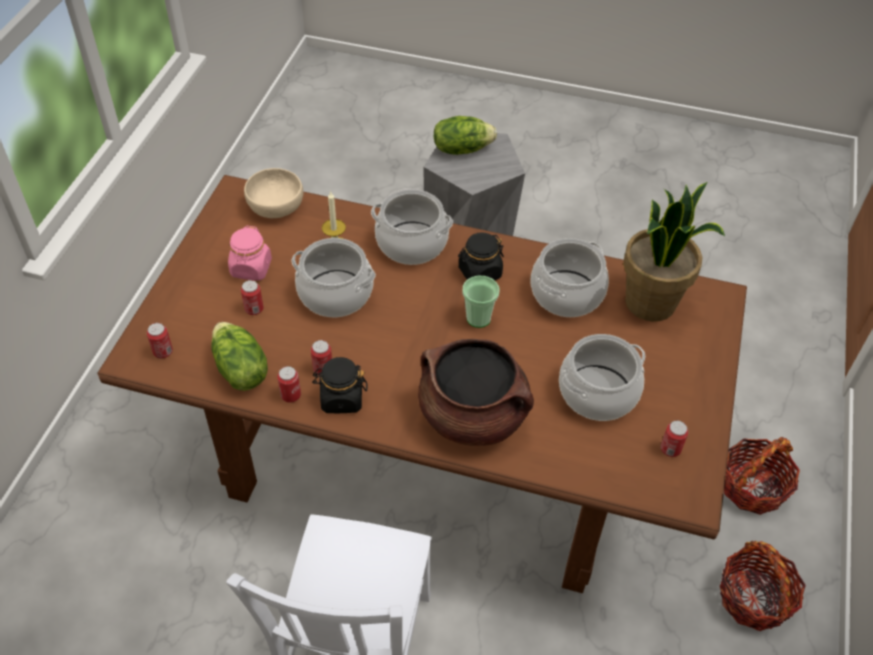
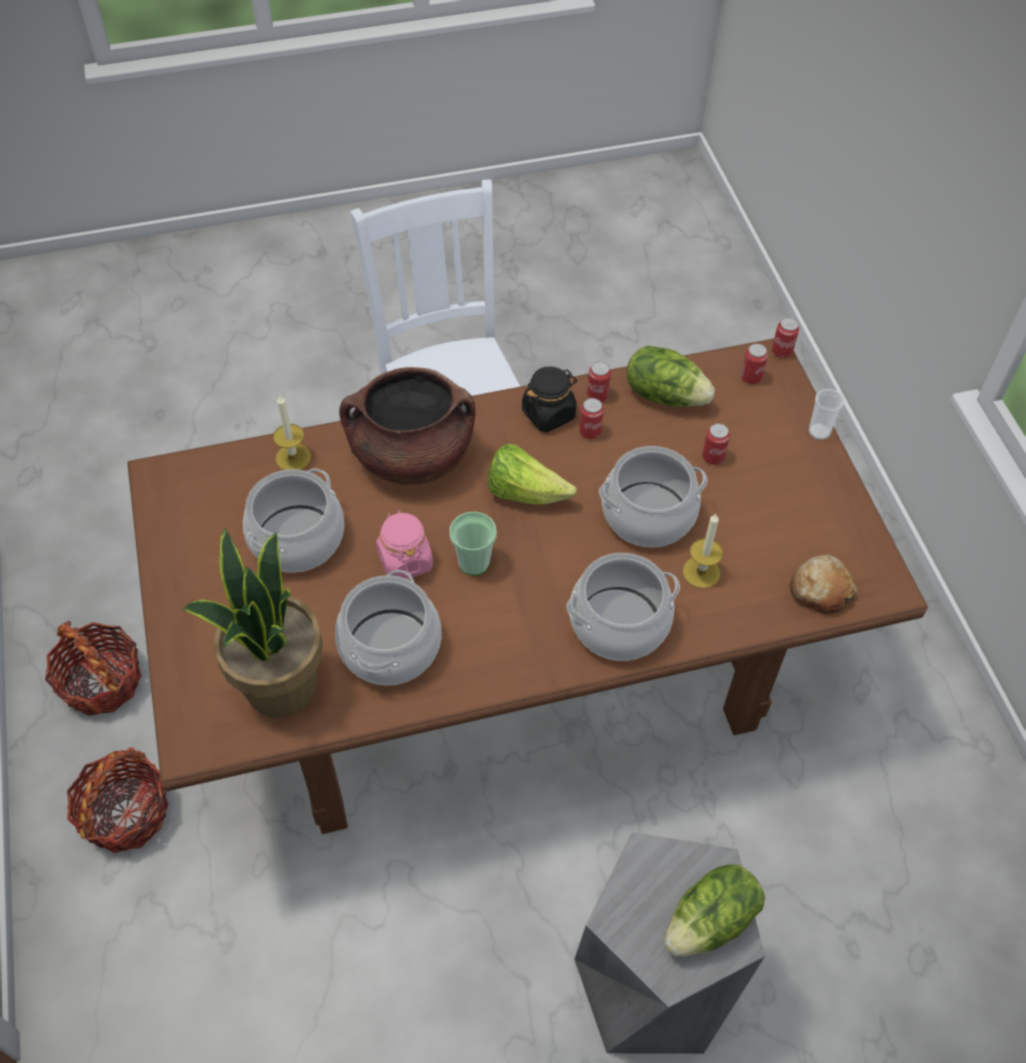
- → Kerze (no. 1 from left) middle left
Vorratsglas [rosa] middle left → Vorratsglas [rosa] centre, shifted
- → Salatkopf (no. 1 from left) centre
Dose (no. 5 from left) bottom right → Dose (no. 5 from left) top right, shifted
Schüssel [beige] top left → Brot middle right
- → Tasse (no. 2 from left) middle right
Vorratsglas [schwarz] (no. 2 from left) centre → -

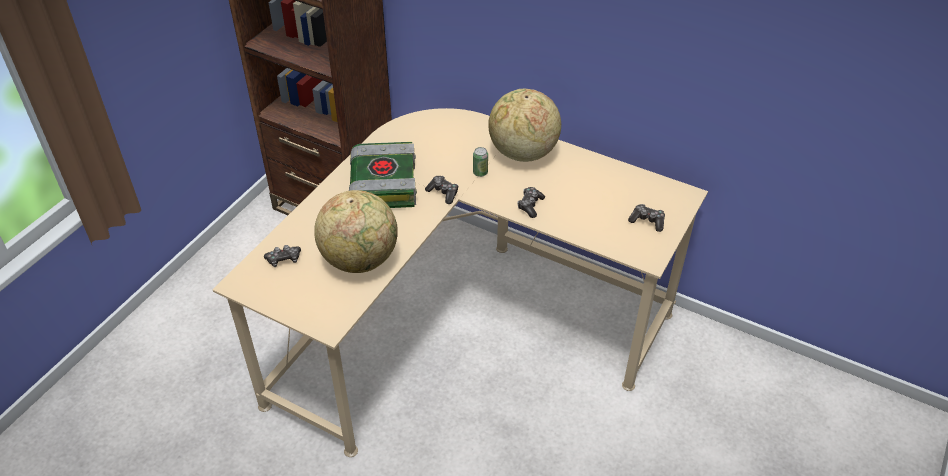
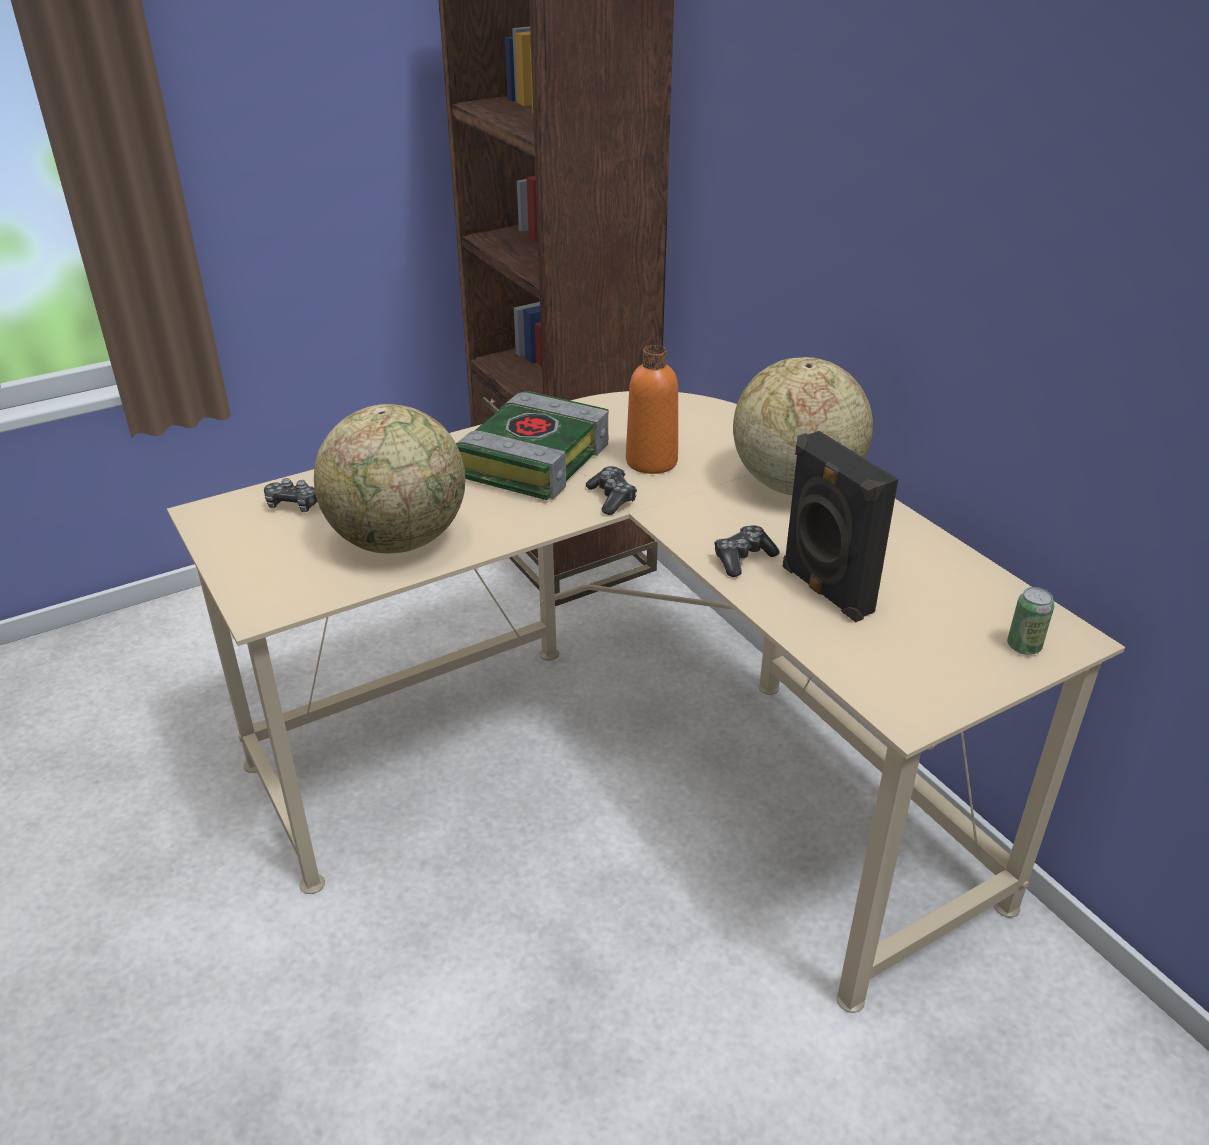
- → Flasche [orange] centre
- → Lautsprecher [schwarz] middle right
Dose centre → Dose middle right, shifted
Gamepad (no. 4 from left) middle right → -

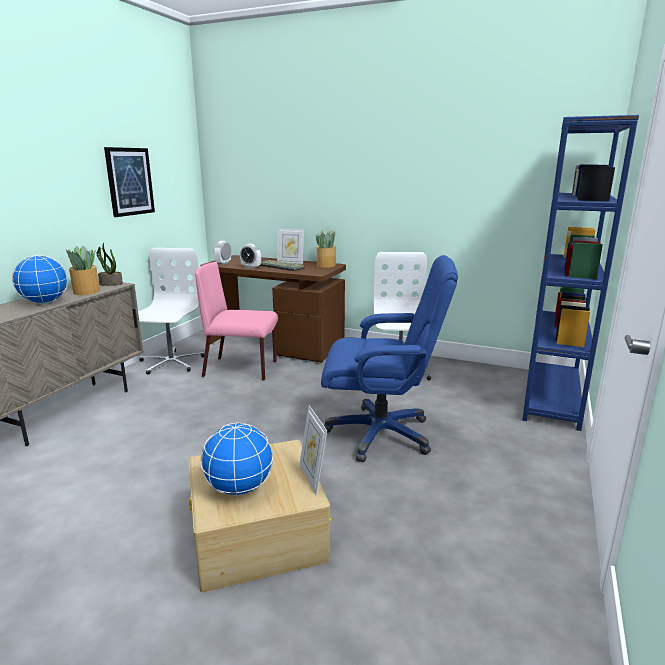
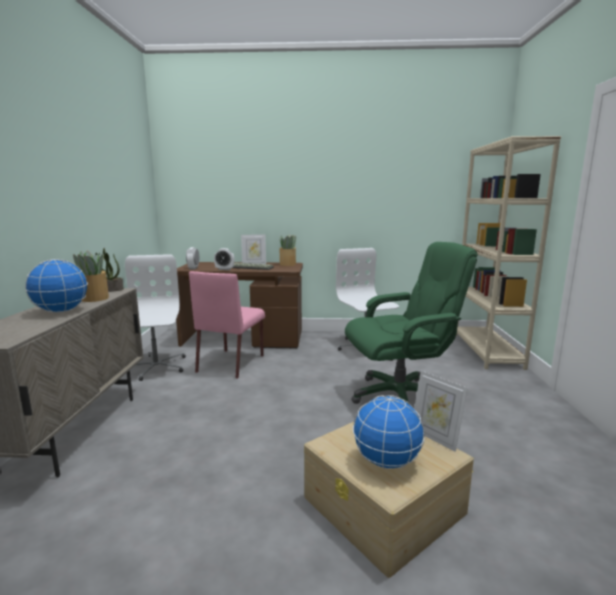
Stuhl [rosa] centre, 60 degrees counterclockwise
Bürostuhl [blau] centre → Bürostuhl [grün] middle right
Bücherregal [blau] middle right → Bücherregal [beige] middle right
Bild top left → -

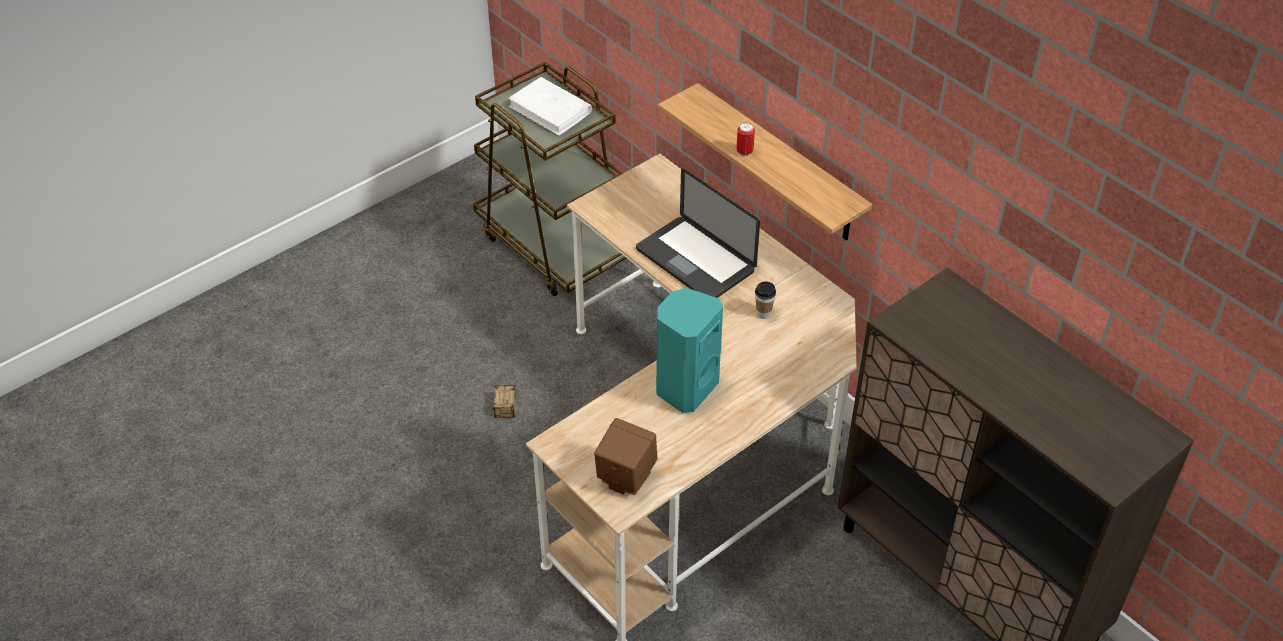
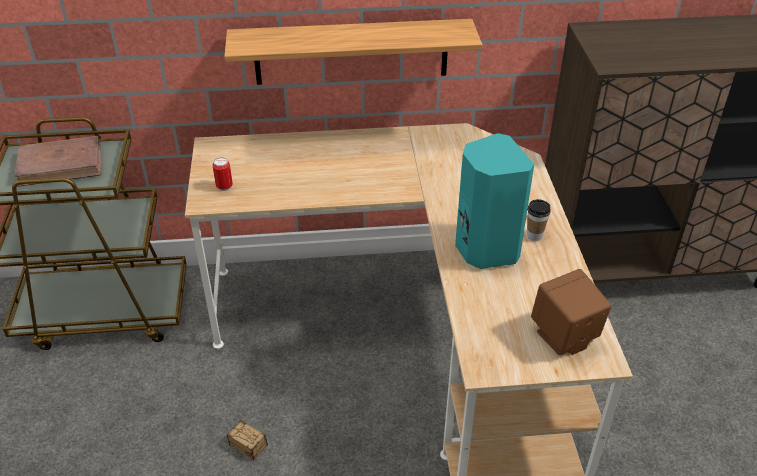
Buch [weiß] top centre → Buch [braun] middle left
Dose top centre → Dose middle left, shifted
Tasse centre → Tasse middle right, shifted
Laptop centre → -

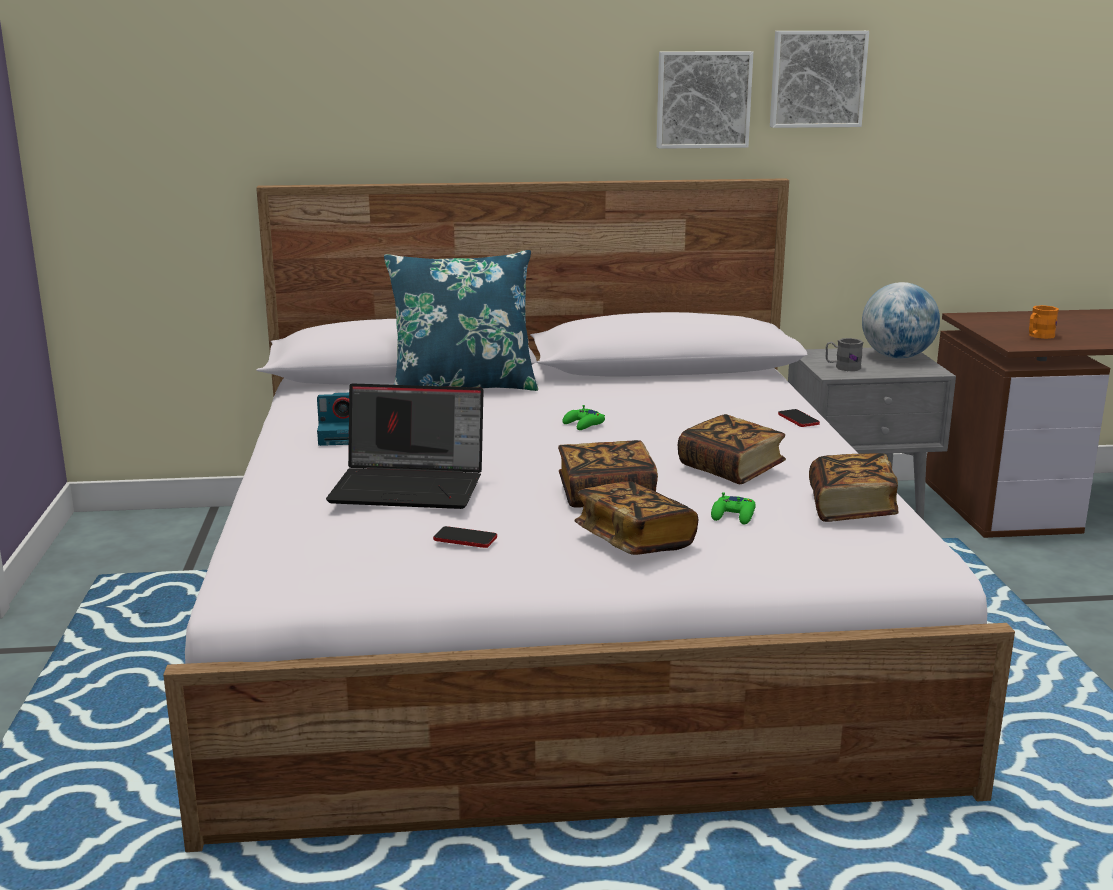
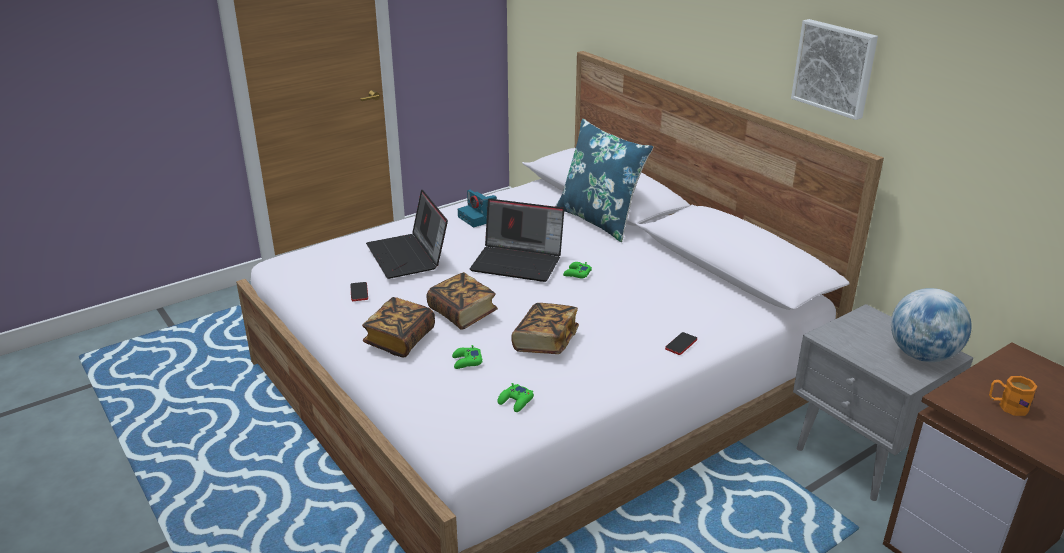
- → Laptop (no. 2 from left) centre
Buch (no. 4 from left) middle right → Gamepad [grün] (no. 2 from left) bottom centre
Bild (no. 2 from left) top right → -
Henkelbecher [grau] middle right → -

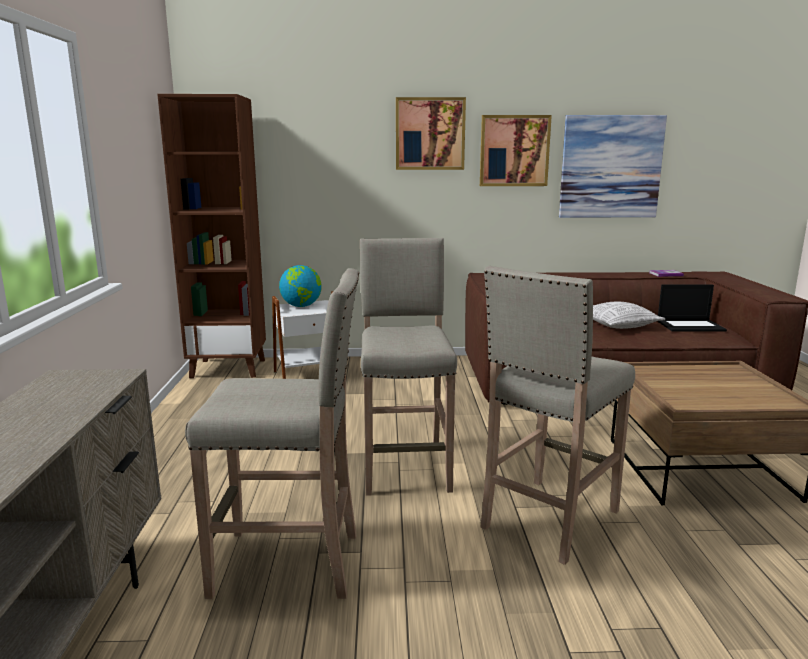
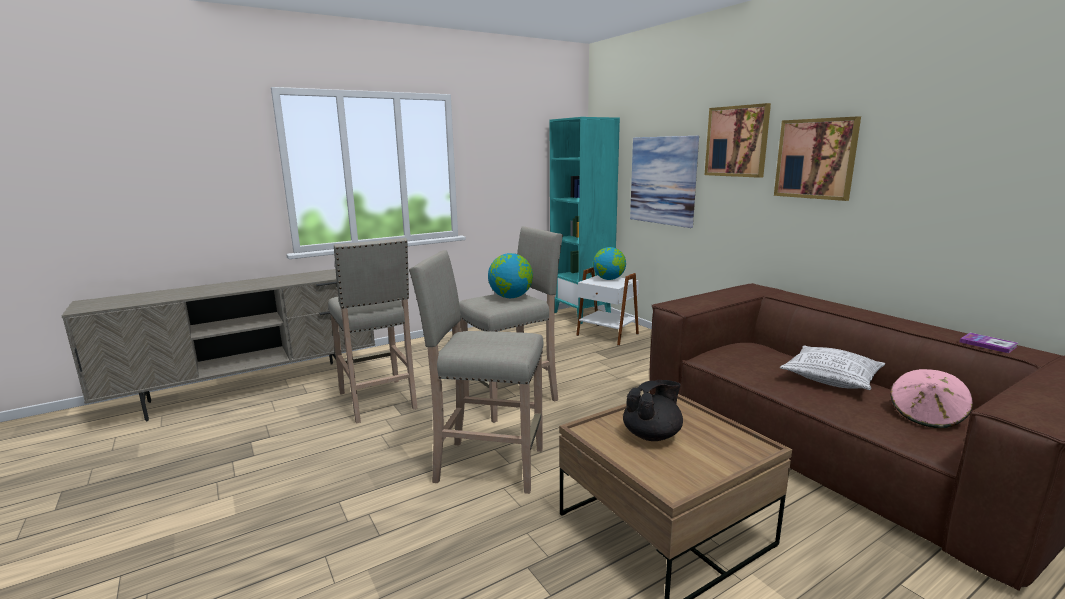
- → Globus (no. 1 from left) centre
Bücherregal [braun] middle left → Bücherregal [türkis] centre
- → Teekanne [schwarz] bottom centre
Bild (no. 3 from left in the first image) top right → Bild (no. 1 from left) top centre, shifted
Laptop middle right → Hut [rosa] middle right

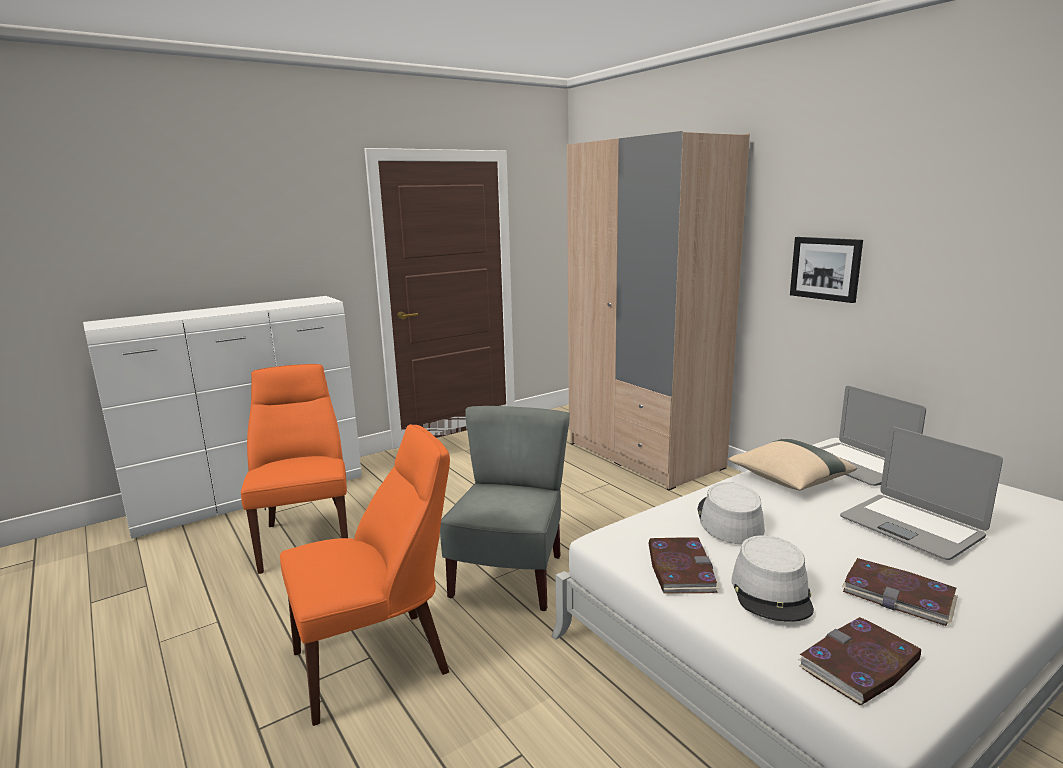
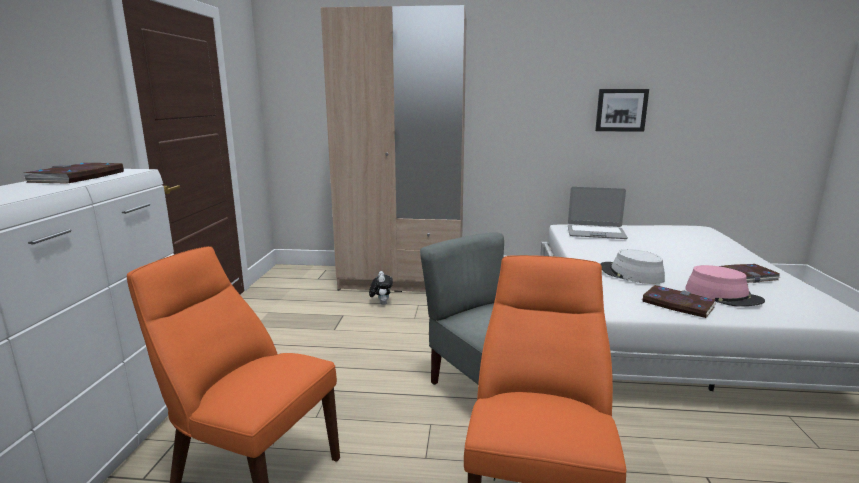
Buch (no. 2 from left in the first image) bottom right → Buch (no. 1 from left) middle left, shifted
- → Plüschtier centre
Bild middle right → Bild top right, shifted
Hut [grau] (no. 2 from left) bottom right → Hut [rosa] middle right
Kissen [beige] middle right → -
Laptop (no. 2 from left) middle right → -

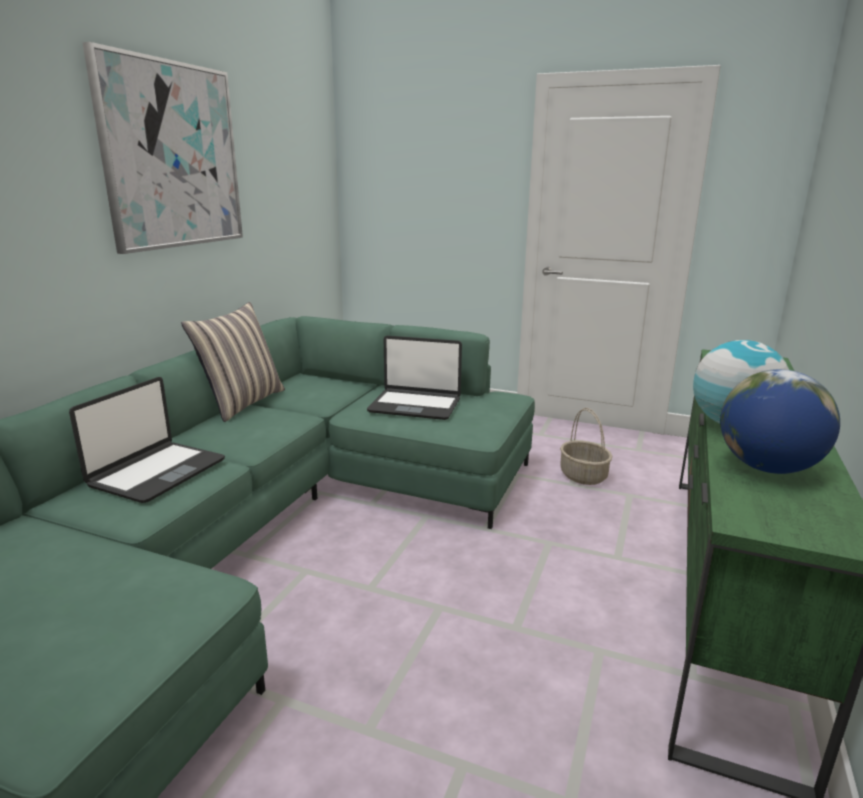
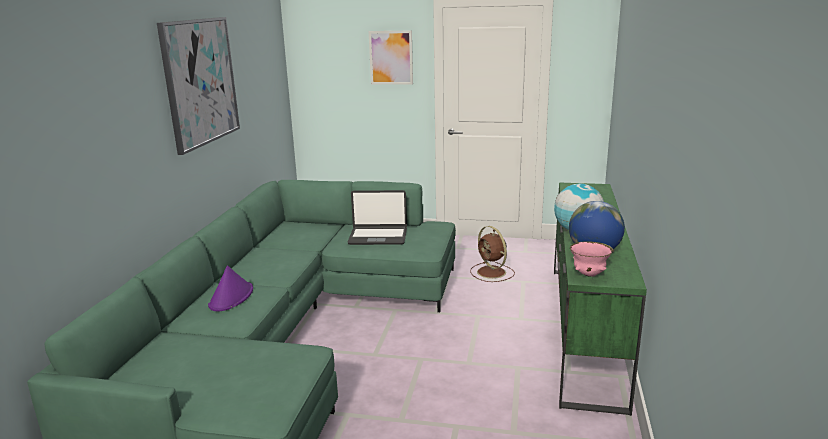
Laptop (no. 1 from left) middle left → Hut [lila] middle left
- → Bild (no. 2 from left) top centre
Korb middle right → Ventilator [braun] centre
- → Schüssel [rosa] middle right
Kissen middle left → -

